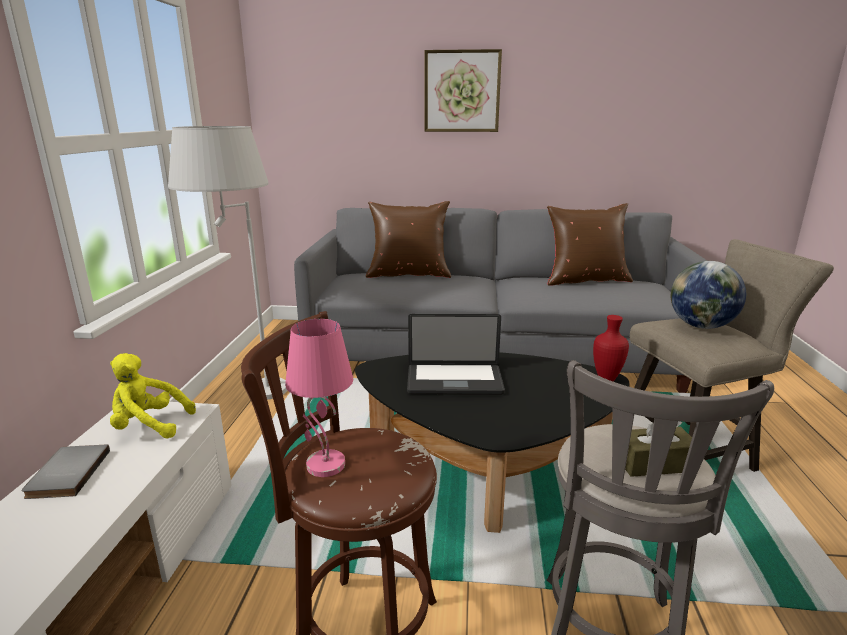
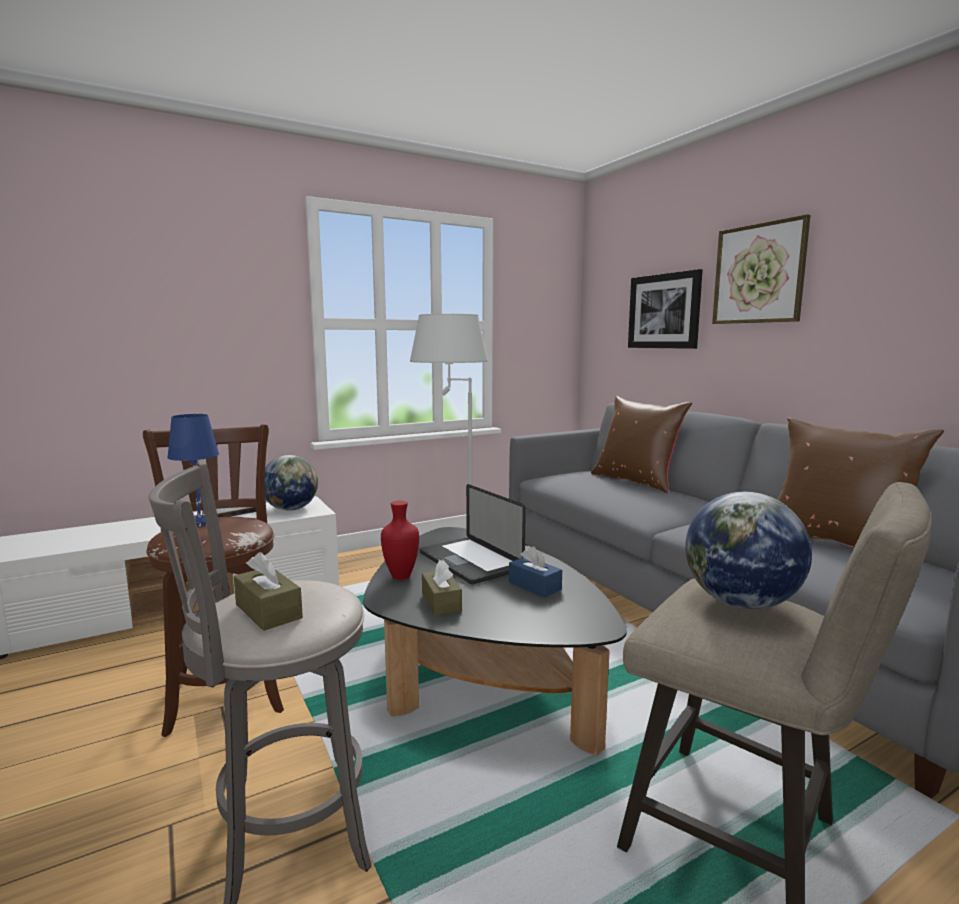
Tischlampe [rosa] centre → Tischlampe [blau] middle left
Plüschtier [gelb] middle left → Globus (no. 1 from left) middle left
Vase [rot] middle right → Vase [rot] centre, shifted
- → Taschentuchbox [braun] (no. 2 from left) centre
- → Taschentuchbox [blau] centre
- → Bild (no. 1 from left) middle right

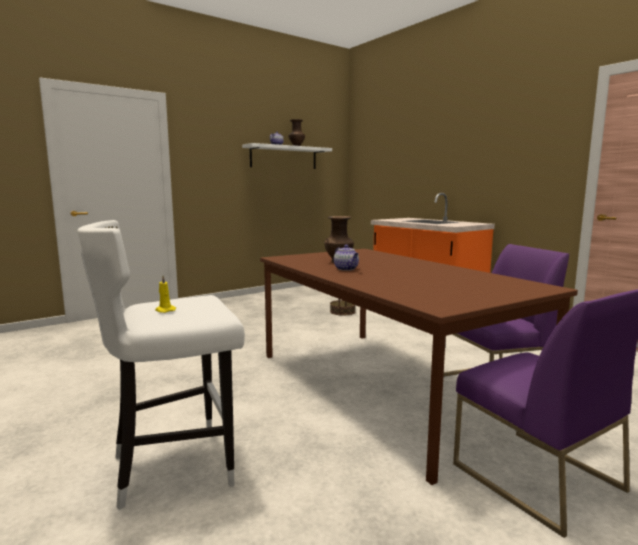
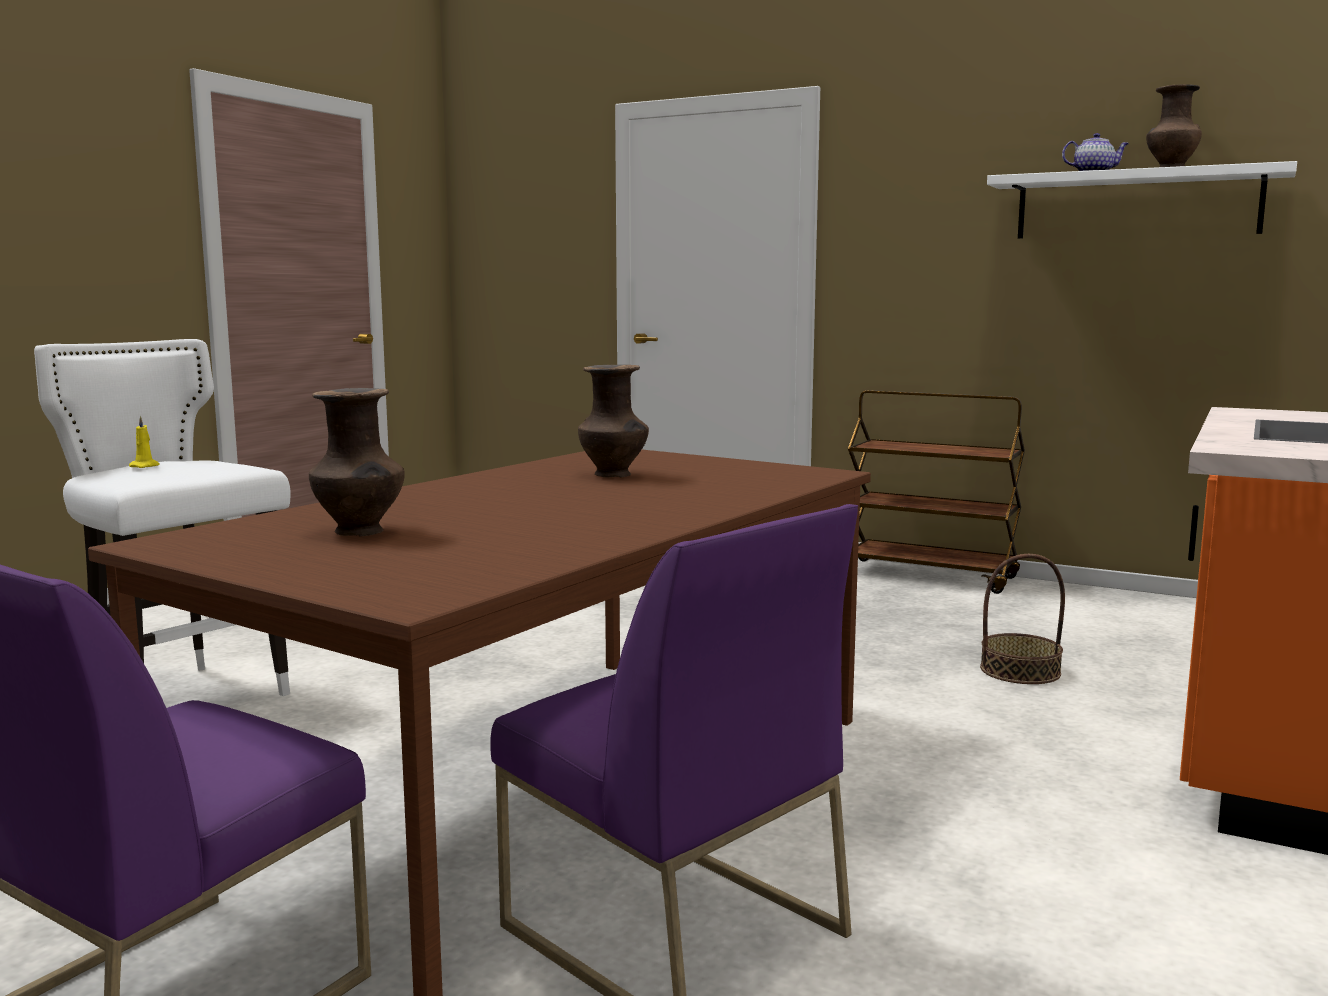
- → Vase [braun] (no. 1 from left) middle left
- → Rollwagen [braun] middle right
Teekanne (no. 2 from left) centre → -

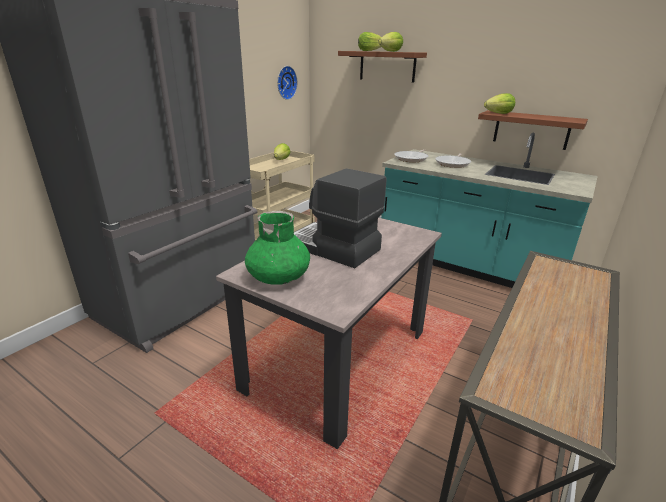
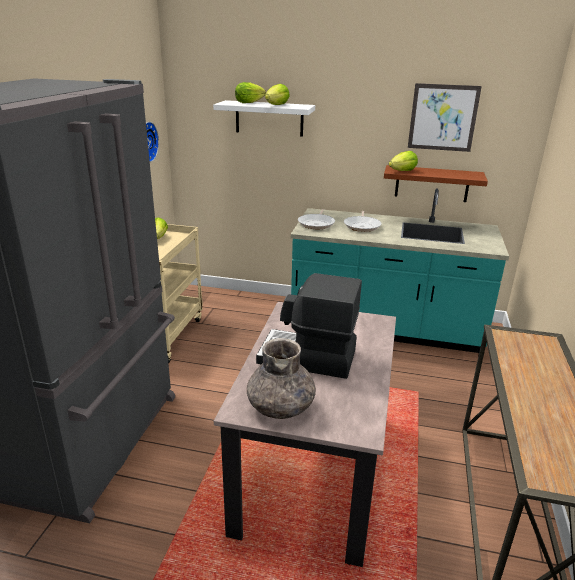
Wandregal [braun] (no. 1 from left) top centre → Wandregal [weiß] top centre
Vase [grün] centre → Vase [grau] centre
- → Bild top right

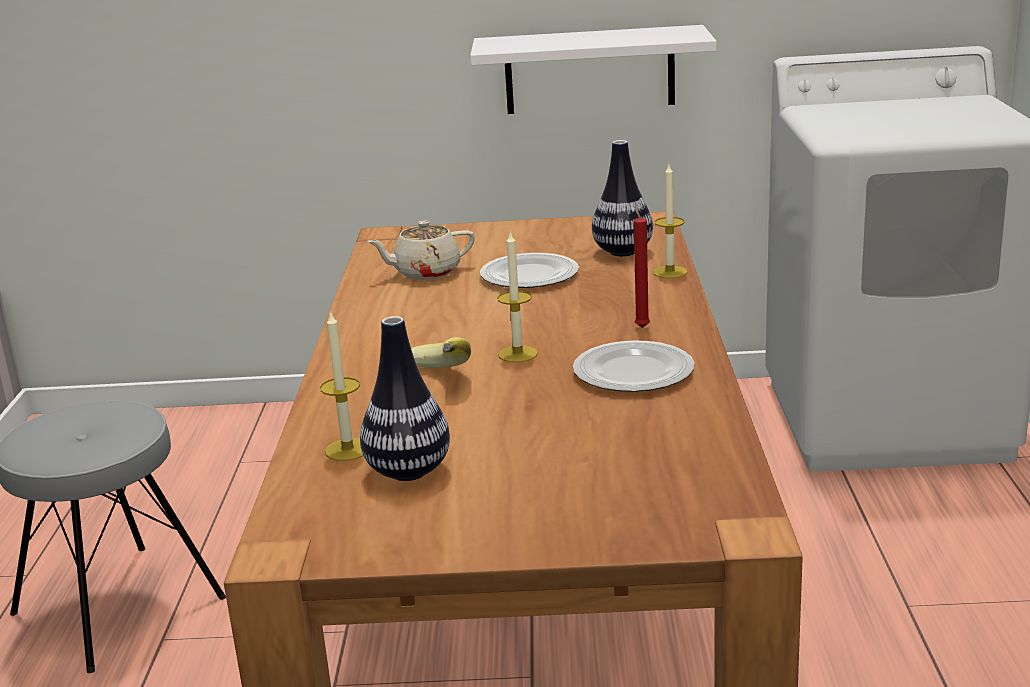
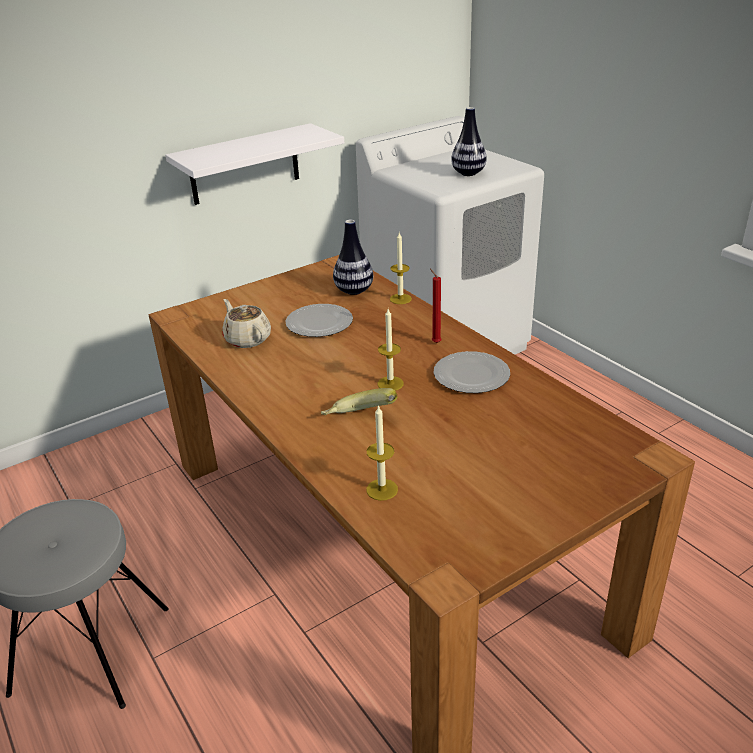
Teekanne [beige] centre → Teekanne [beige] middle left, 105 degrees clockwise
Vase (no. 1 from left in the first image) centre → Vase (no. 2 from left) top centre, shifted

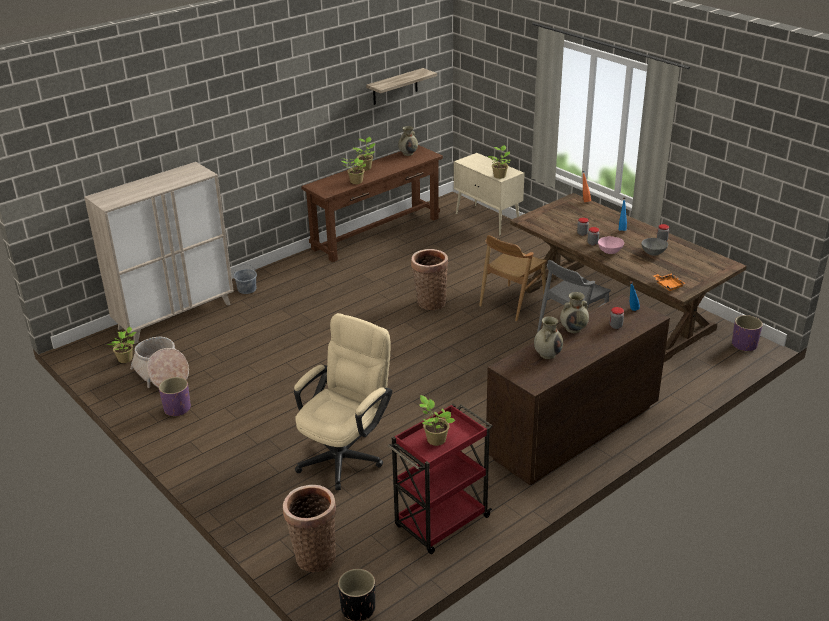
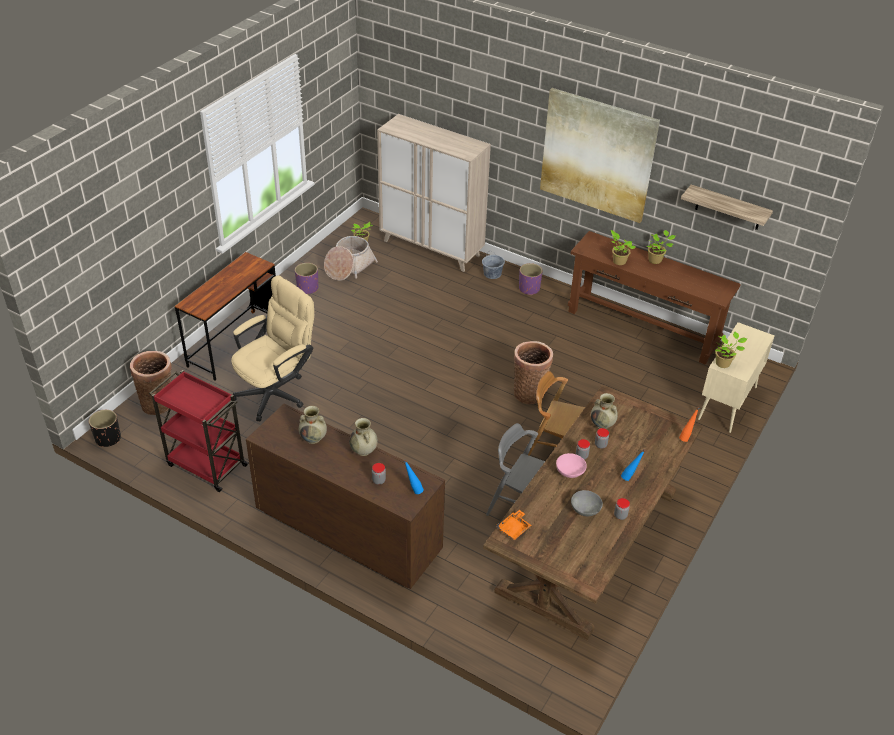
- → Schreibtisch [braun] middle left
Bürostuhl [beige] centre → Bürostuhl [beige] middle left, 60 degrees counterclockwise
Pflanzkübel [lila] (no. 2 from left) middle right → Pflanzkübel [lila] (no. 2 from left) centre, shifted
- → Bild top right
Vase [beige] (no. 1 from left in the first image) top centre → Vase [beige] (no. 3 from left) middle right, shifted
Topfpflanze (no. 4 from left) bottom centre → -

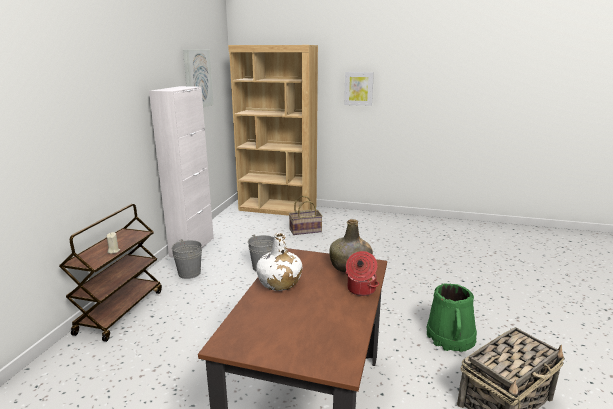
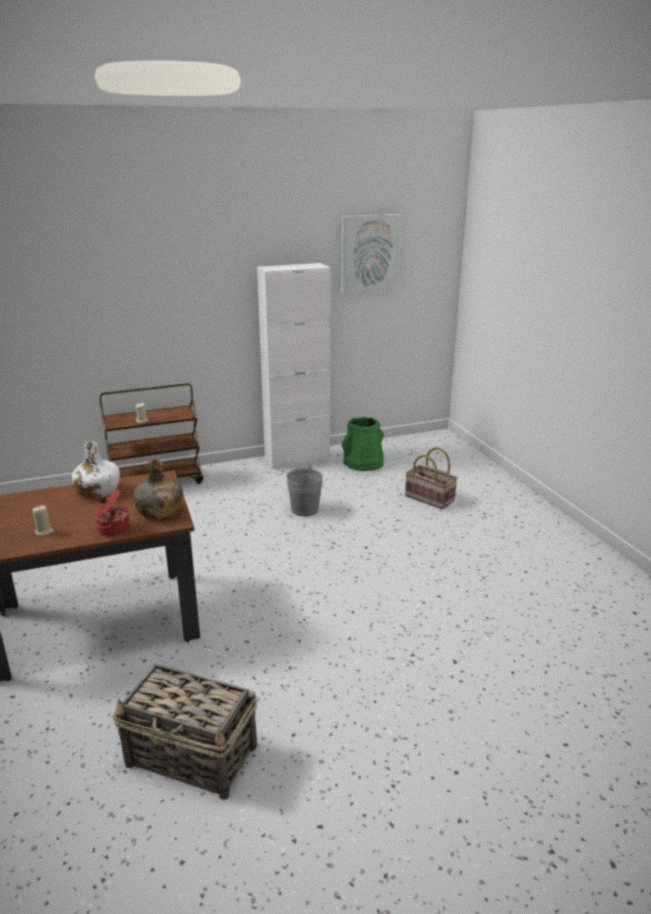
- → Kerze [beige] (no. 1 from left) middle left
Eimer [grün] bottom right → Eimer [grün] centre, shifted
Eimer [grau] (no. 1 from left) middle left → -
Bücherregal [braun] top centre → -
Bild (no. 2 from left) top centre → -

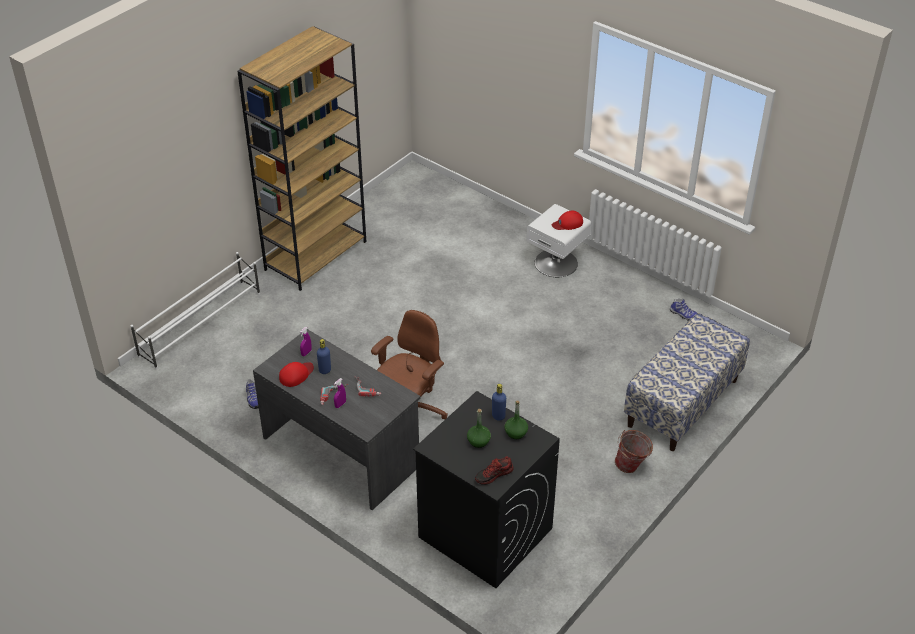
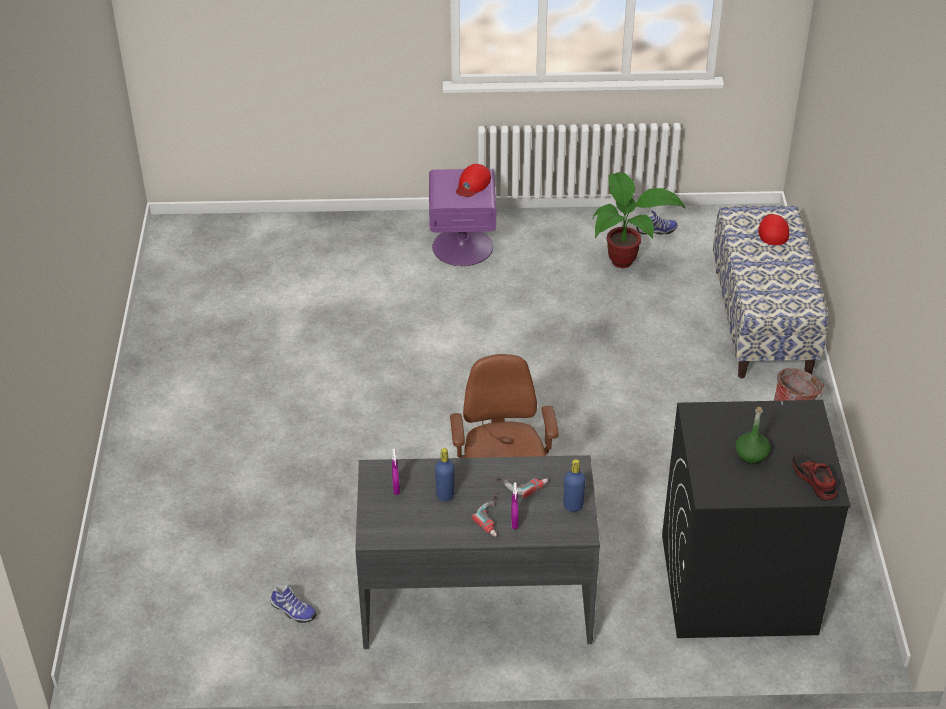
Nachttisch [weiß] centre → Nachttisch [lila] top centre
Flasche [blau] (no. 2 from left) centre → Flasche [blau] (no. 2 from left) bottom centre, shifted
- → Topfpflanze top right
Kappe [rot] (no. 1 from left in the first image) middle left → Kappe [rot] (no. 2 from left) top right, shifted
Schuh (no. 2 from left in the first image) bottom centre → Schuh (no. 3 from left) bottom right, 135 degrees clockwise
Schuhregal [weiß] middle left → -
Bücherregal [braun] top left → -
Flasche [grün] (no. 2 from left) centre → -

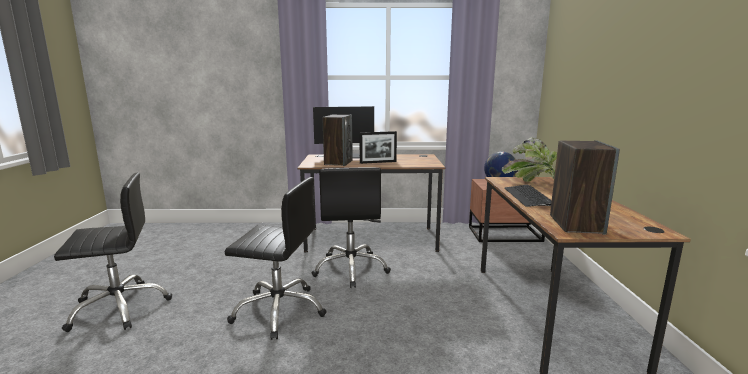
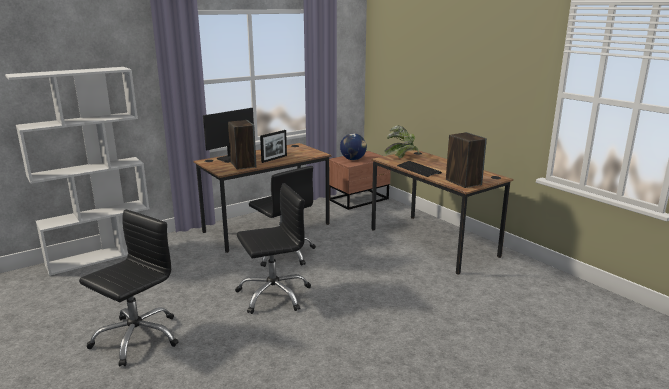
- → Bücherregal [weiß] middle left

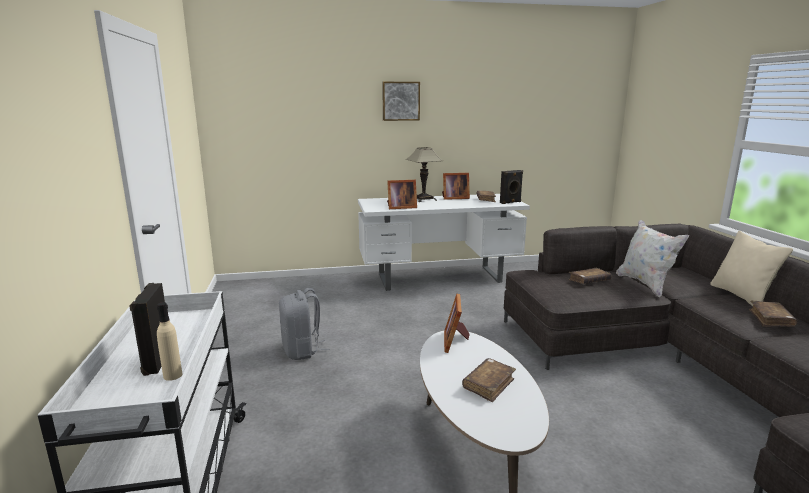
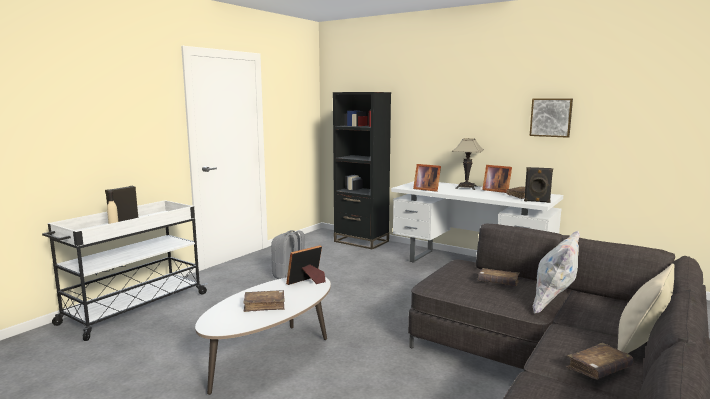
- → Bücherregal [schwarz] centre
Bild top centre → Bild top right, shifted

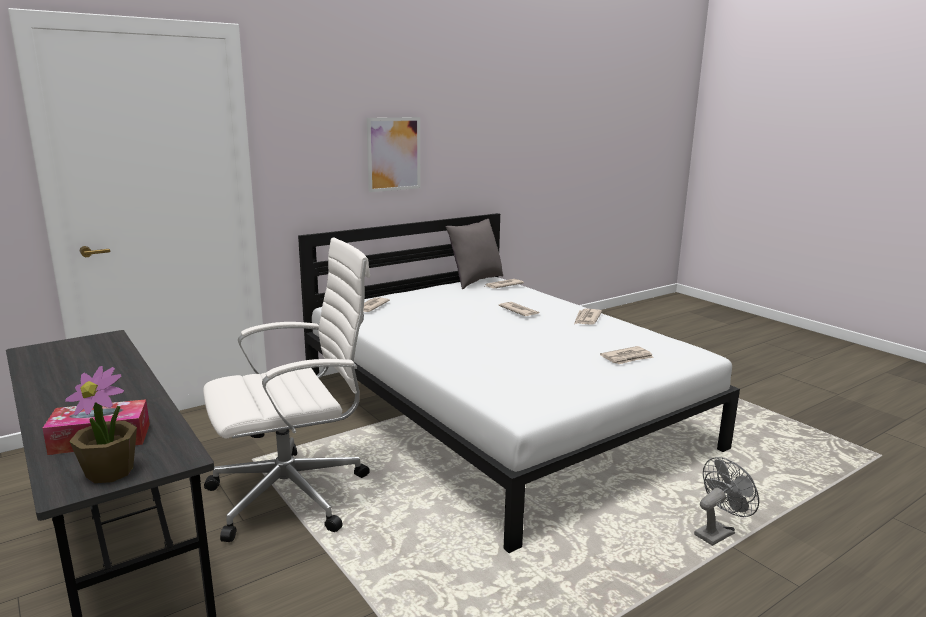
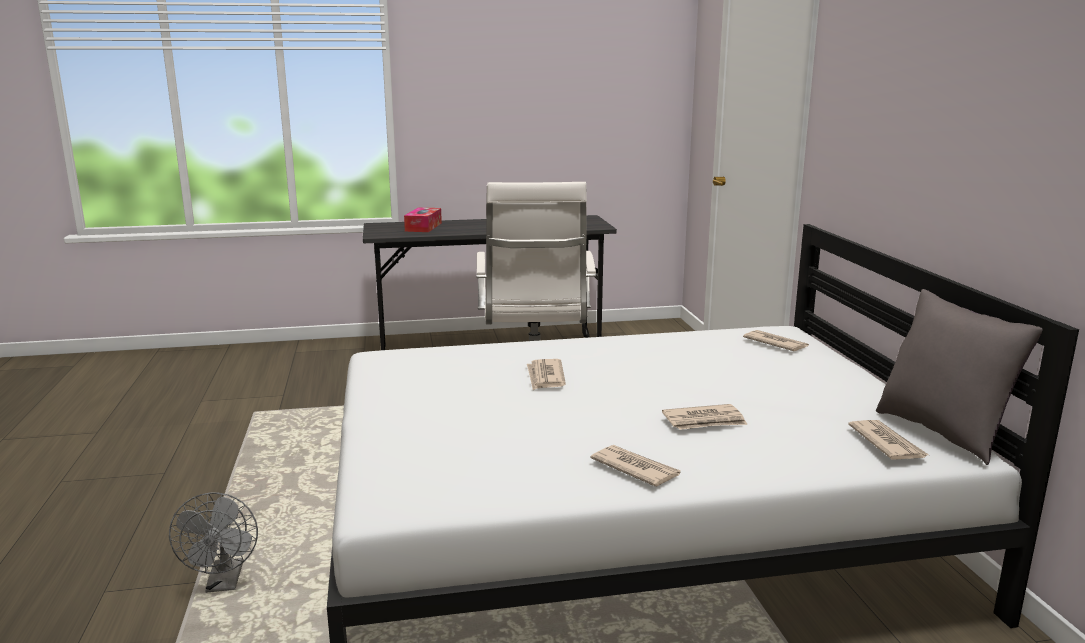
Zeitung (no. 5 from left in the first image) middle right → Zeitung (no. 1 from left) centre, shifted
Topfpflanze bottom left → -
Bild top centre → -

